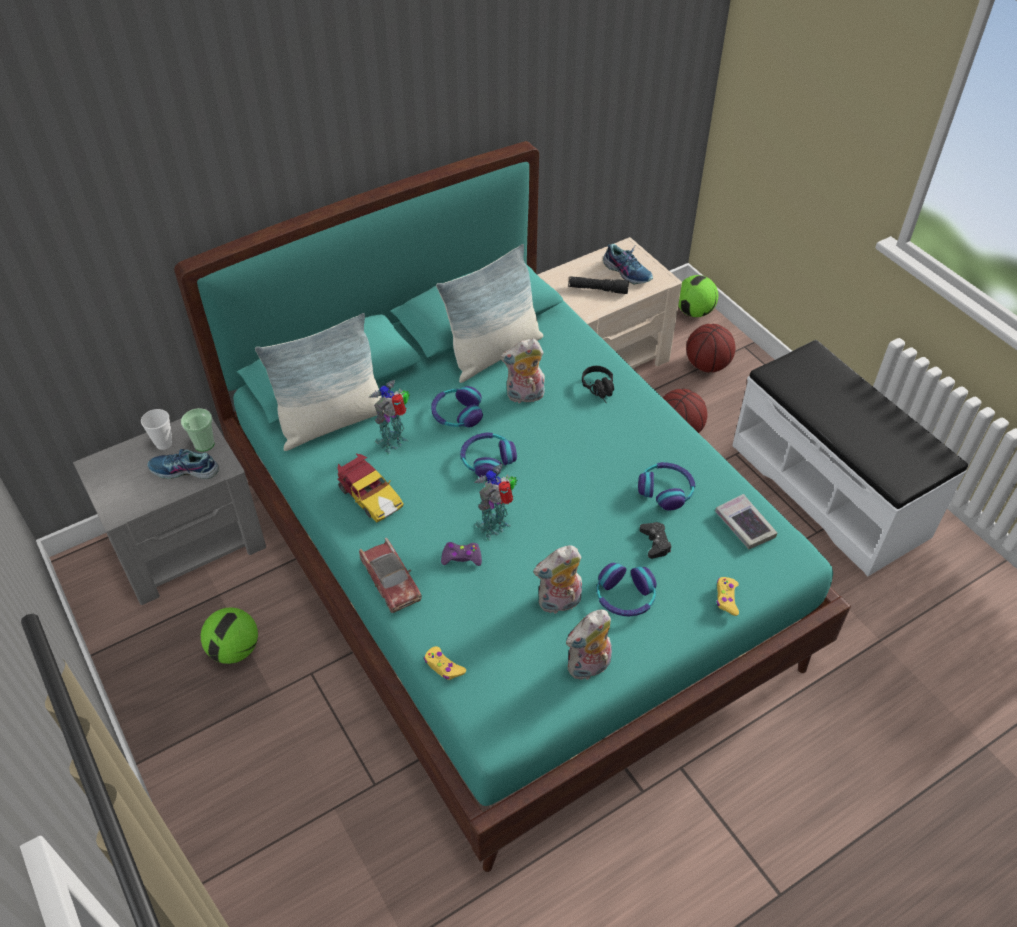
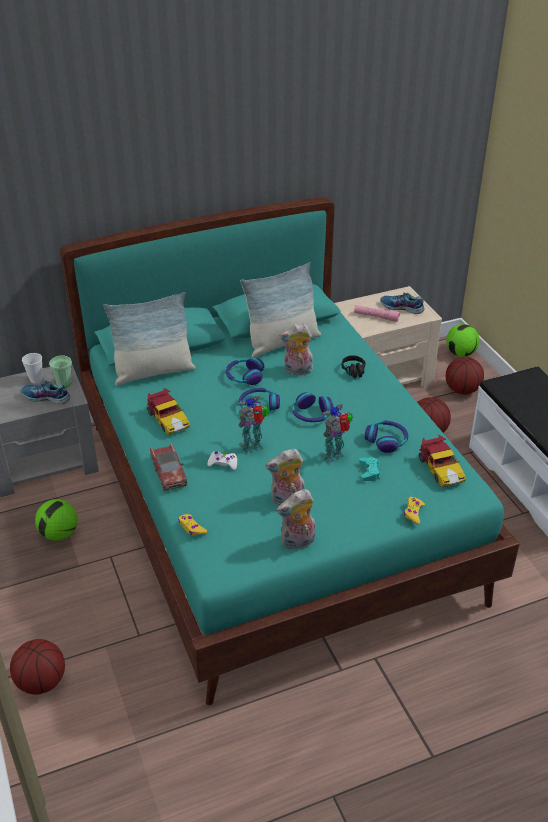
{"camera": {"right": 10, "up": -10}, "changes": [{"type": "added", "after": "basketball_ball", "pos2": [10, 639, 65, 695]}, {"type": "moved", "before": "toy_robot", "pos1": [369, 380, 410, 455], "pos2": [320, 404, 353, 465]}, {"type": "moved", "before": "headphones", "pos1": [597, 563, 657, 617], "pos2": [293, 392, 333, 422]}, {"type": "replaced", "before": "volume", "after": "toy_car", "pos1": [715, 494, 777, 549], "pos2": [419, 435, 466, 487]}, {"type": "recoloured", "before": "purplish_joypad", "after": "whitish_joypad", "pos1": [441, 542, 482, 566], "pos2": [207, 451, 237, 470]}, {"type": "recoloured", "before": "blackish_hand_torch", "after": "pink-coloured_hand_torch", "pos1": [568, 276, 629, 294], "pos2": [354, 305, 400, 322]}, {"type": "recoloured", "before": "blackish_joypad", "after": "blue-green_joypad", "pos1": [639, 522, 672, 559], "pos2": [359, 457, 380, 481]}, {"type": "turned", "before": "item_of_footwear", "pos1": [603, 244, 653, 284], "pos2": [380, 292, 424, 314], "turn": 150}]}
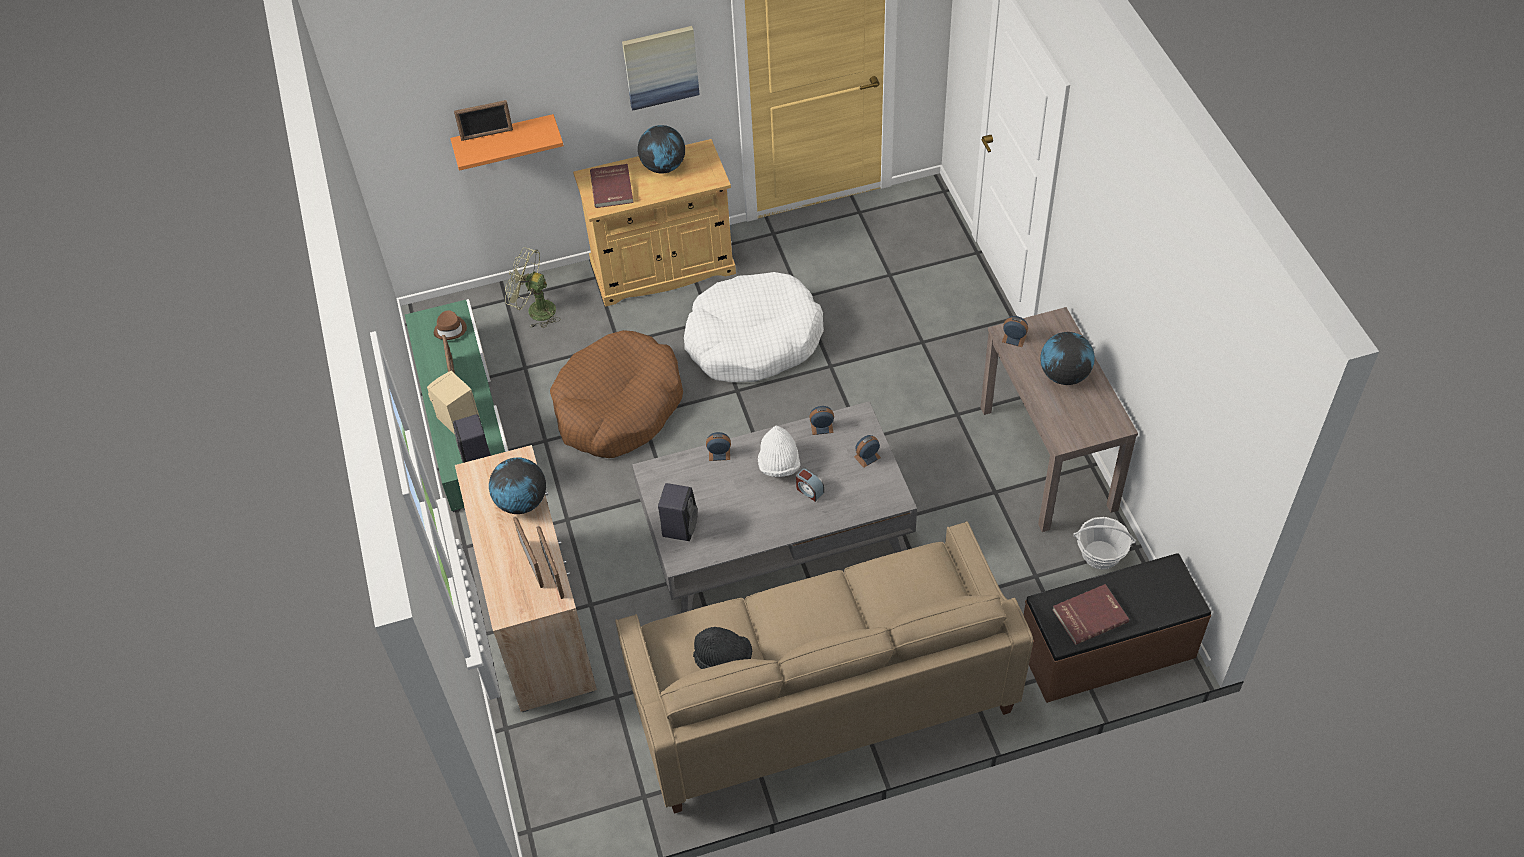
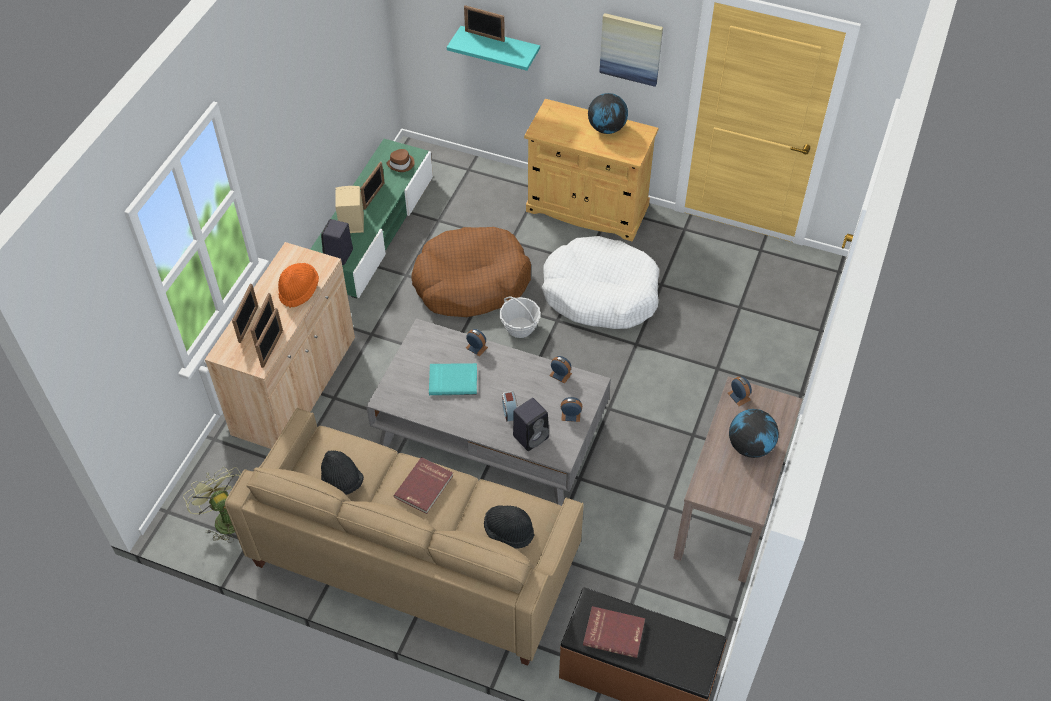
{"camera": {"right": 35, "up": 0}, "changes": [{"type": "removed", "before": "whitish_clothing_hat", "pos1": [758, 426, 801, 477]}, {"type": "added", "after": "picture_frame", "pos2": [232, 284, 258, 343]}, {"type": "added", "after": "blue-green_volume", "pos2": [429, 363, 477, 395]}, {"type": "added", "after": "blackish_clothing_hat", "pos2": [484, 505, 535, 548]}, {"type": "moved", "before": "green_electric_fan", "pos1": [505, 248, 561, 328], "pos2": [183, 467, 241, 543]}, {"type": "moved", "before": "reddish_volume", "pos1": [590, 164, 633, 208], "pos2": [394, 457, 453, 514]}, {"type": "moved", "before": "blackish_speaker", "pos1": [658, 483, 698, 541], "pos2": [513, 398, 549, 451]}, {"type": "moved", "before": "household_basket", "pos1": [1073, 517, 1136, 570], "pos2": [500, 296, 541, 338]}, {"type": "replaced", "before": "desk_globe", "after": "orangey_clothing_hat", "pos1": [489, 457, 546, 514], "pos2": [278, 263, 319, 308]}, {"type": "recoloured", "before": "orangey_wall_shelf", "after": "blue-green_wall_shelf", "pos1": [450, 114, 564, 171], "pos2": [447, 26, 540, 71]}]}
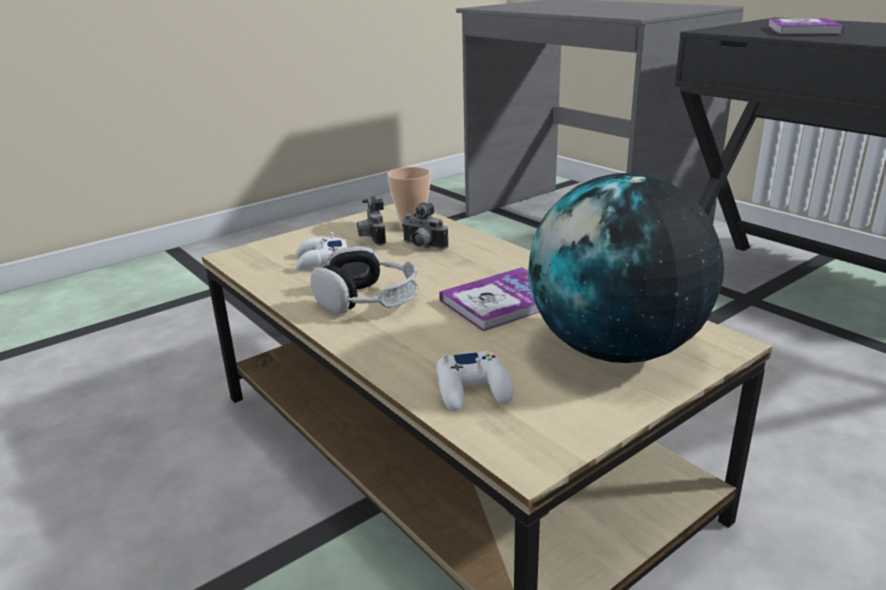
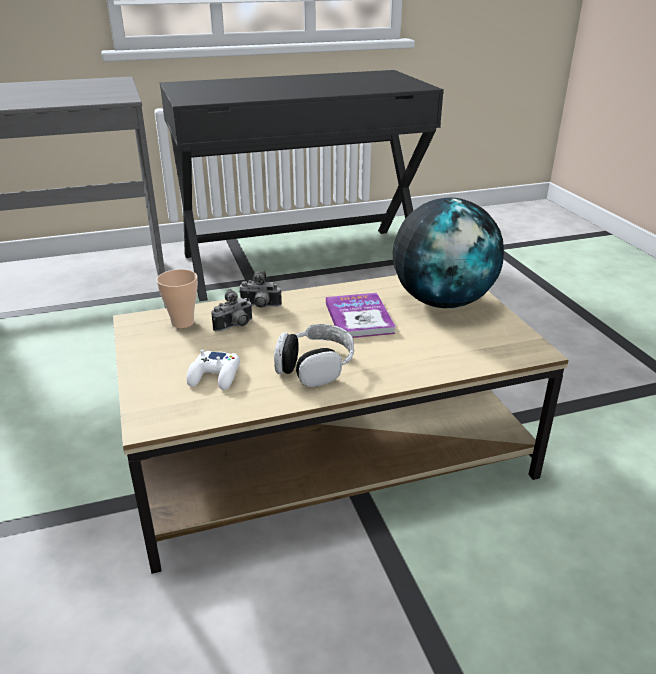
{"camera": {"right": -70, "up": 5}, "changes": [{"type": "removed", "before": "whitish_joypad", "pos1": [436, 351, 513, 411]}, {"type": "removed", "before": "volume", "pos1": [767, 18, 844, 34]}, {"type": "moved", "before": "still_camera", "pos1": [357, 196, 386, 246], "pos2": [239, 271, 282, 308]}]}
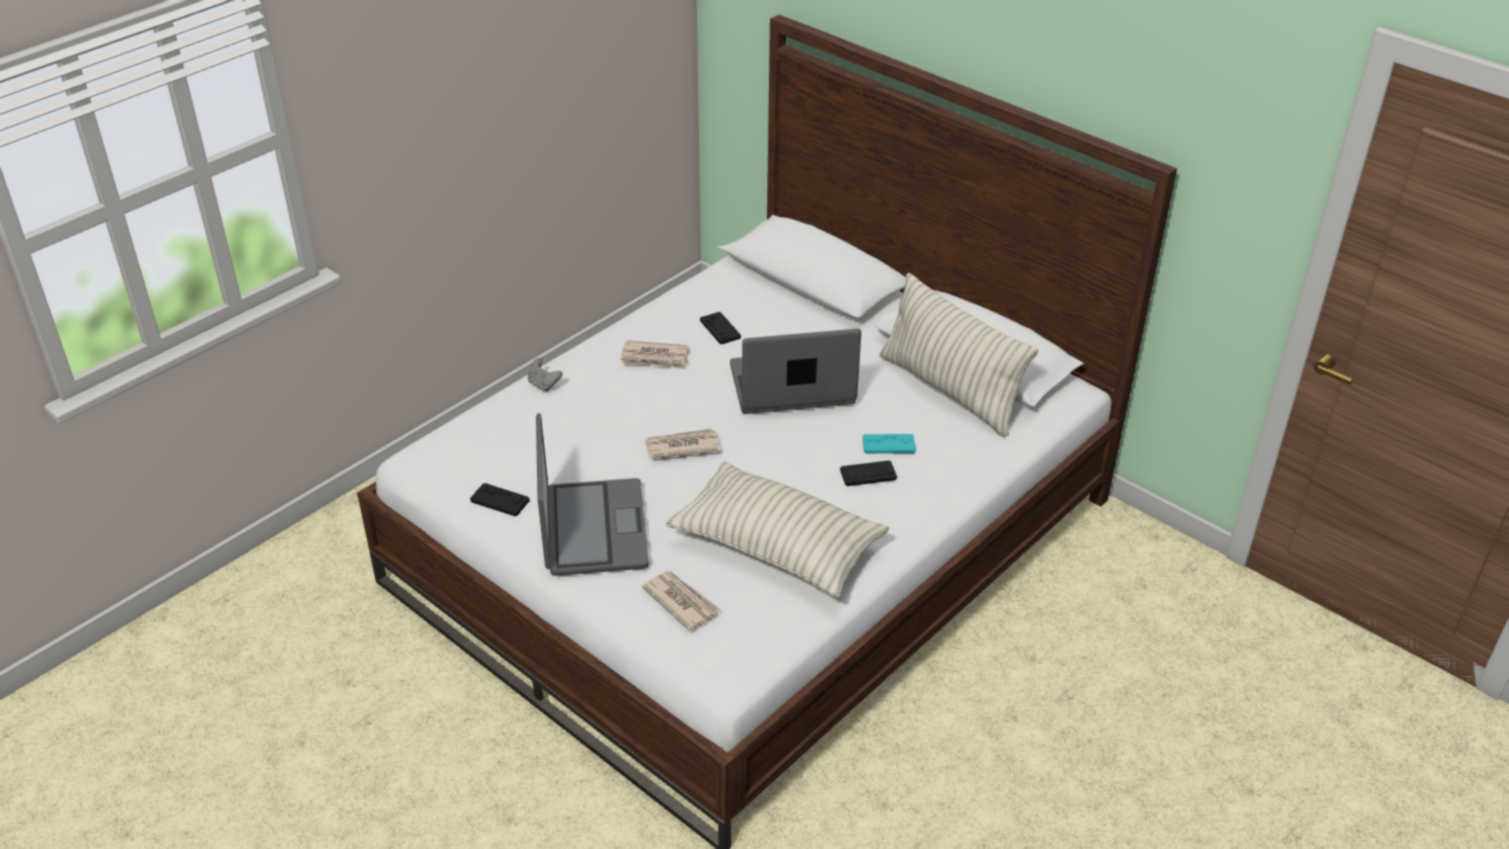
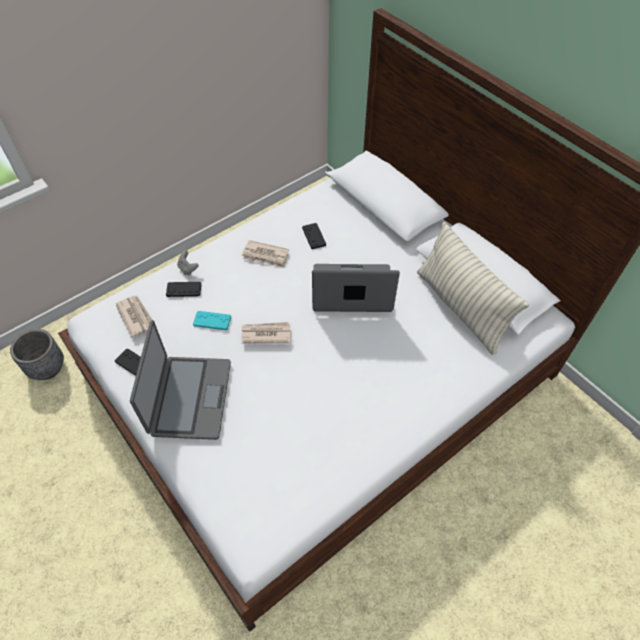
{"camera": {"right": 10, "up": 15}, "changes": [{"type": "removed", "before": "throw_pillow", "pos1": [666, 461, 889, 598]}, {"type": "added", "after": "grey_plant_pot", "pos2": [10, 329, 64, 380]}, {"type": "moved", "before": "printed_paper", "pos1": [642, 571, 721, 631], "pos2": [115, 296, 156, 337]}, {"type": "moved", "before": "blackish_joypad", "pos1": [840, 460, 897, 486], "pos2": [166, 282, 201, 297]}, {"type": "moved", "before": "blue-green_joypad", "pos1": [863, 434, 916, 454], "pos2": [193, 311, 231, 330]}]}
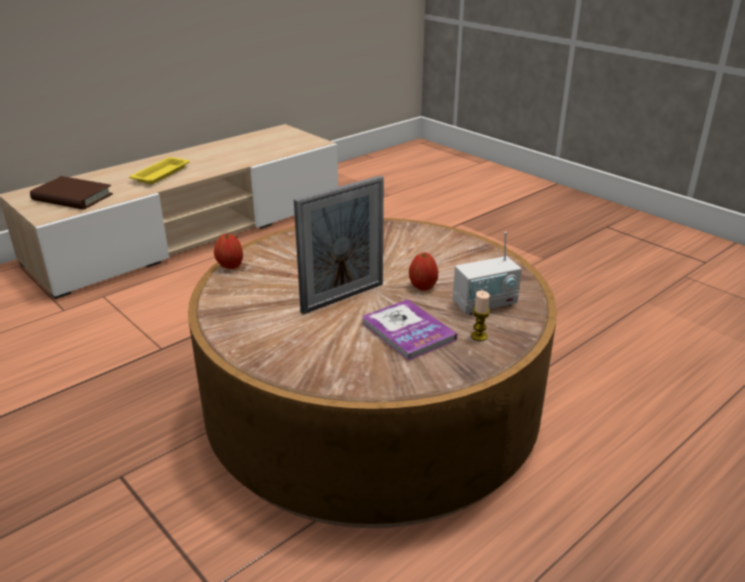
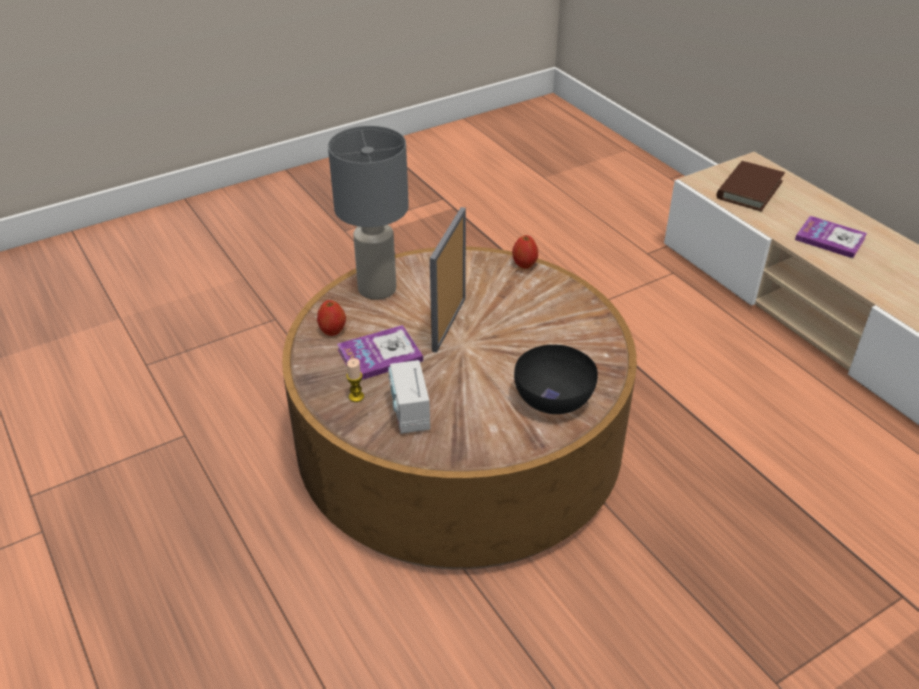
{"camera": {"right": 100, "up": 10}, "changes": [{"type": "added", "after": "grey_table_lamp", "pos2": [328, 126, 409, 300]}, {"type": "added", "after": "blackish_deep_dish", "pos2": [514, 345, 598, 414]}, {"type": "moved", "before": "apple", "pos1": [409, 252, 438, 291], "pos2": [317, 300, 346, 336]}, {"type": "replaced", "before": "yellow-coloured_serving_tray", "after": "volume", "pos1": [129, 157, 190, 184], "pos2": [795, 216, 867, 258]}, {"type": "turned", "before": "picture_frame", "pos1": [294, 175, 384, 314], "pos2": [430, 207, 466, 353], "turn": 45}]}
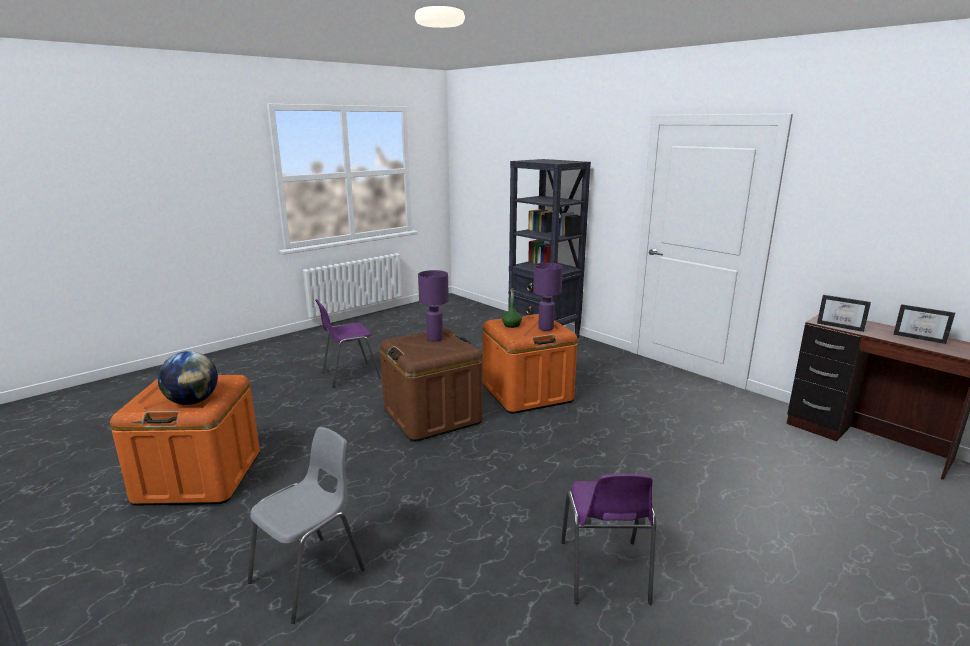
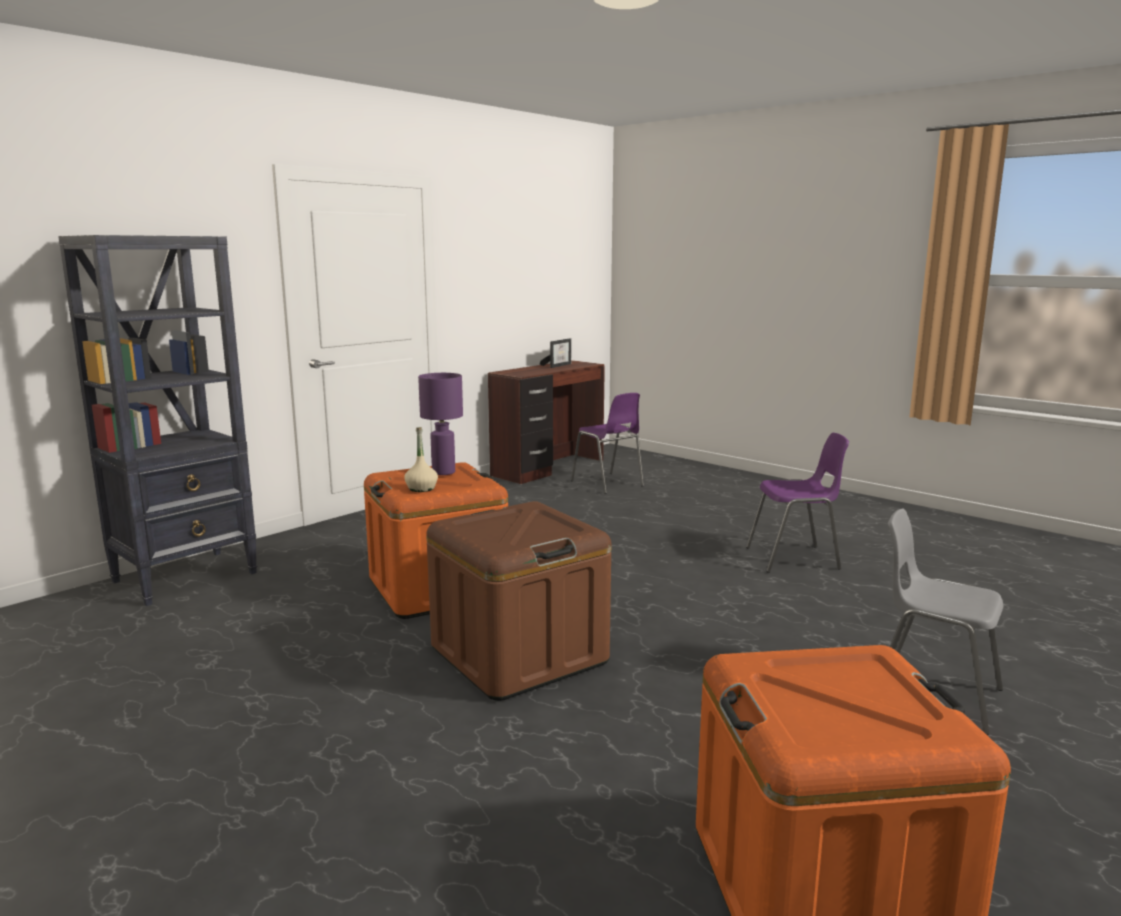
{"camera": {"right": -95, "up": -5}, "changes": [{"type": "removed", "before": "desk_globe", "pos1": [158, 351, 218, 405]}, {"type": "removed", "before": "purplish_table_lamp", "pos1": [418, 270, 449, 341]}, {"type": "removed", "before": "picture_frame", "pos1": [817, 295, 871, 332]}, {"type": "moved", "before": "purplish_chair", "pos1": [315, 299, 381, 387], "pos2": [571, 393, 644, 494]}, {"type": "recoloured", "before": "green_drink_bottle", "after": "sand-coloured_drink_bottle", "pos1": [502, 288, 522, 328], "pos2": [404, 427, 438, 492]}]}
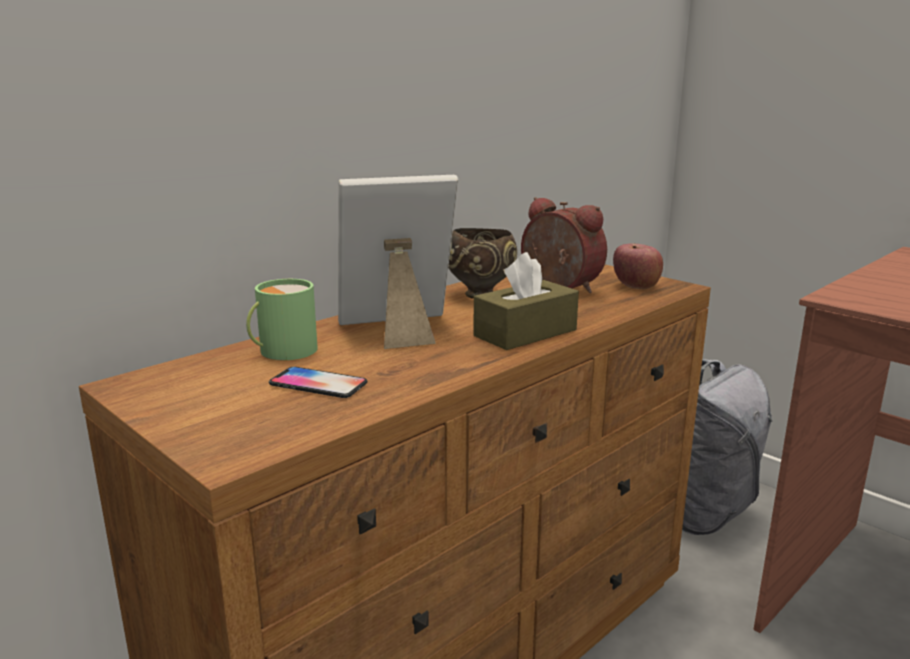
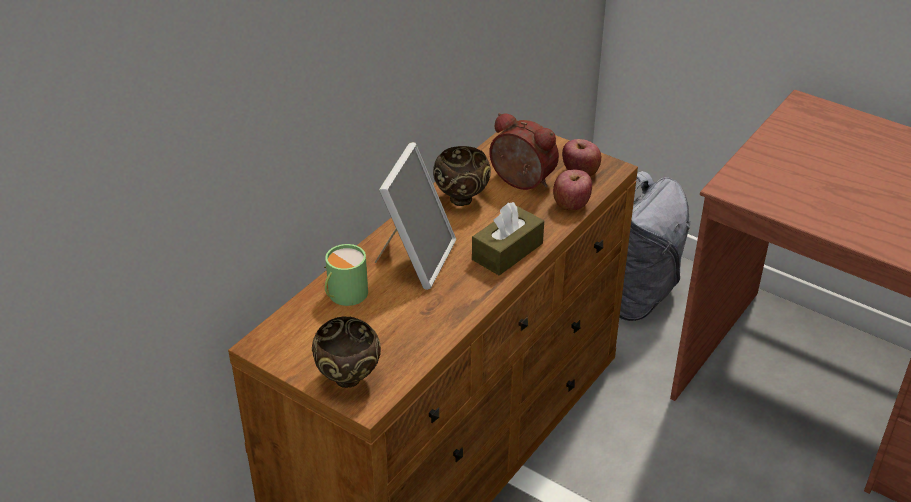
{"camera": {"right": -10, "up": 20}, "changes": [{"type": "removed", "before": "telephone", "pos1": [269, 367, 367, 398]}, {"type": "added", "after": "brownish_deep_dish", "pos2": [312, 317, 381, 388]}, {"type": "added", "after": "apple", "pos2": [553, 170, 592, 211]}, {"type": "turned", "before": "picture_frame", "pos1": [338, 175, 458, 349], "pos2": [375, 142, 456, 290], "turn": 135}]}
